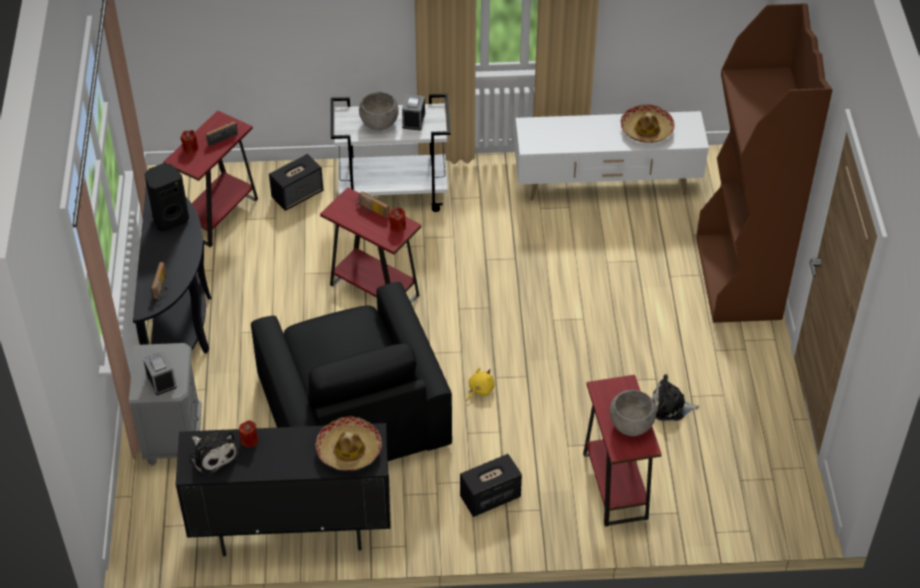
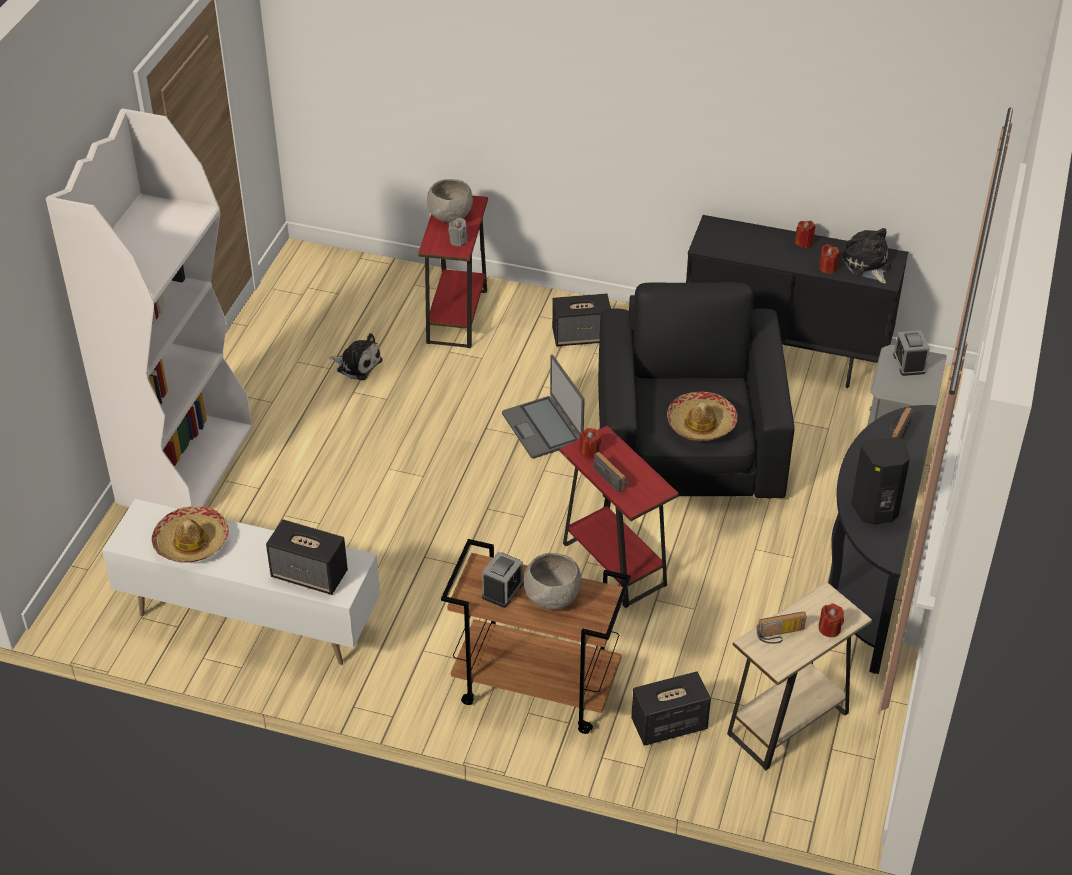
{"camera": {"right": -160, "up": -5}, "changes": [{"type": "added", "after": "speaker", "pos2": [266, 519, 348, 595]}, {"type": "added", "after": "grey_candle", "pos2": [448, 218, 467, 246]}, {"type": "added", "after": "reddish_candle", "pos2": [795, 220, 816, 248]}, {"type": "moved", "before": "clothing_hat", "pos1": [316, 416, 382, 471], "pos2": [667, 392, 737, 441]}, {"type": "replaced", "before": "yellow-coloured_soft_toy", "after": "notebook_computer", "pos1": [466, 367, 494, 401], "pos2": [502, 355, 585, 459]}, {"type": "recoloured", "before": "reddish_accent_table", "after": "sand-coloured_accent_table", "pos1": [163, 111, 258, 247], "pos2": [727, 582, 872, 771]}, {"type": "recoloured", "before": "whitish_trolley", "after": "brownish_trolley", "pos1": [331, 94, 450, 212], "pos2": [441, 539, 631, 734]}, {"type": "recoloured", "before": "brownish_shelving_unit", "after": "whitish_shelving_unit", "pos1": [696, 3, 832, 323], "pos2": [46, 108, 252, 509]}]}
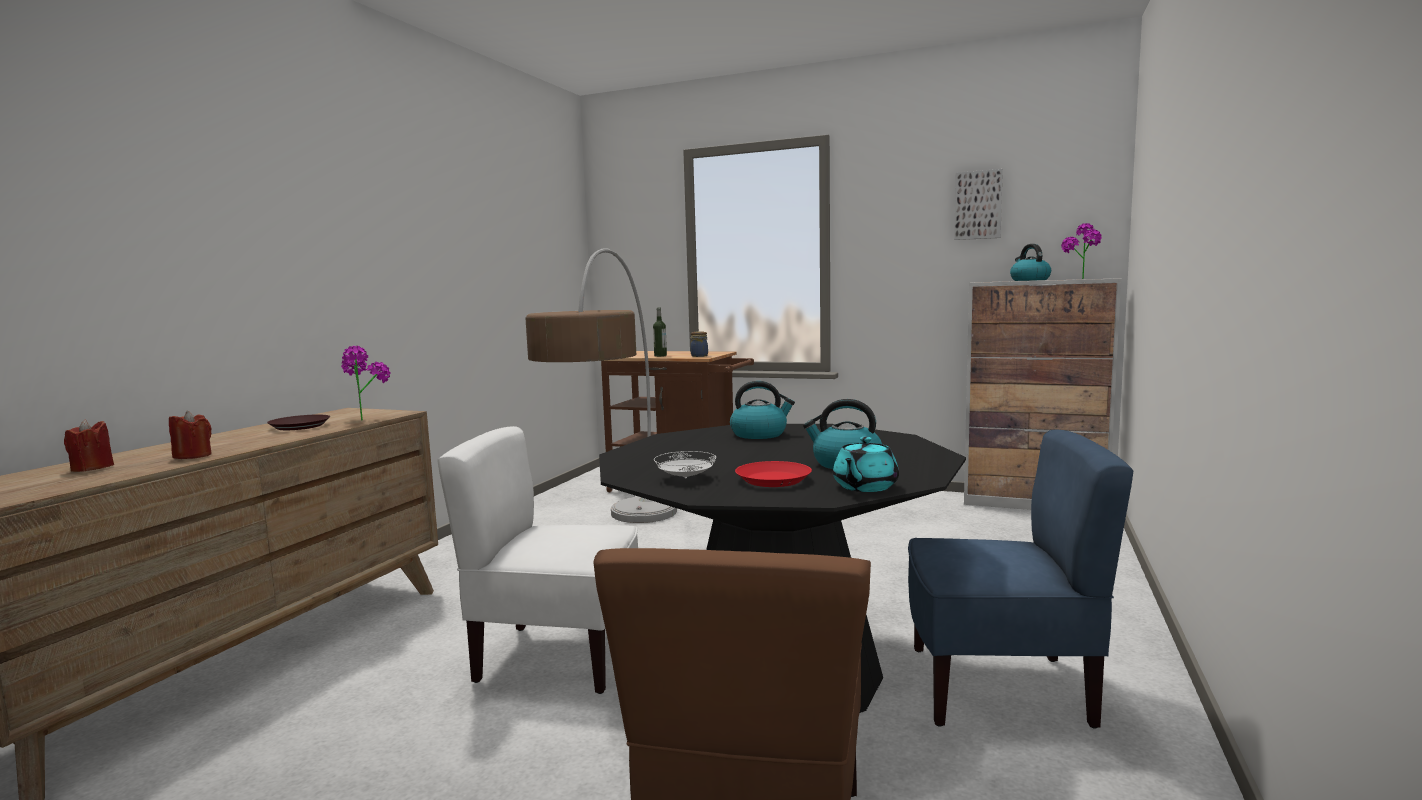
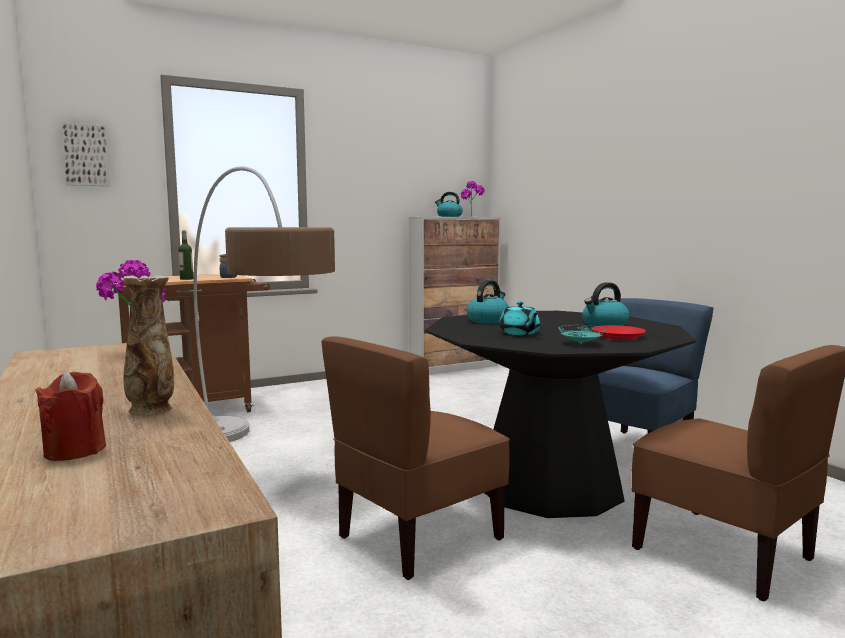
{"camera": {"right": -50, "up": 0}, "changes": [{"type": "removed", "before": "brownish_flat_dish", "pos1": [267, 415, 330, 430]}, {"type": "moved", "before": "blue-green_teapot", "pos1": [833, 437, 899, 492], "pos2": [499, 302, 540, 335]}, {"type": "moved", "before": "picture", "pos1": [954, 169, 1003, 240], "pos2": [60, 122, 110, 186]}, {"type": "replaced", "before": "reddish_candle", "after": "decorative_vase", "pos1": [169, 411, 212, 459], "pos2": [121, 275, 174, 416]}, {"type": "recoloured", "before": "whitish_chair", "after": "brownish_chair", "pos1": [437, 426, 638, 694], "pos2": [321, 336, 510, 580]}, {"type": "recoloured", "before": "whitish_flat_dish", "after": "blue-green_flat_dish", "pos1": [654, 451, 716, 479], "pos2": [558, 325, 606, 344]}]}
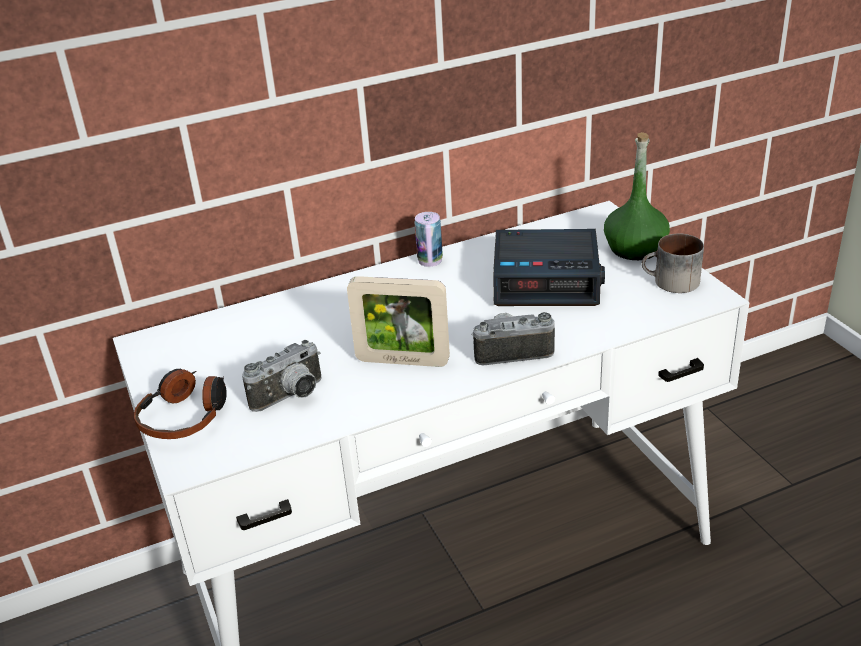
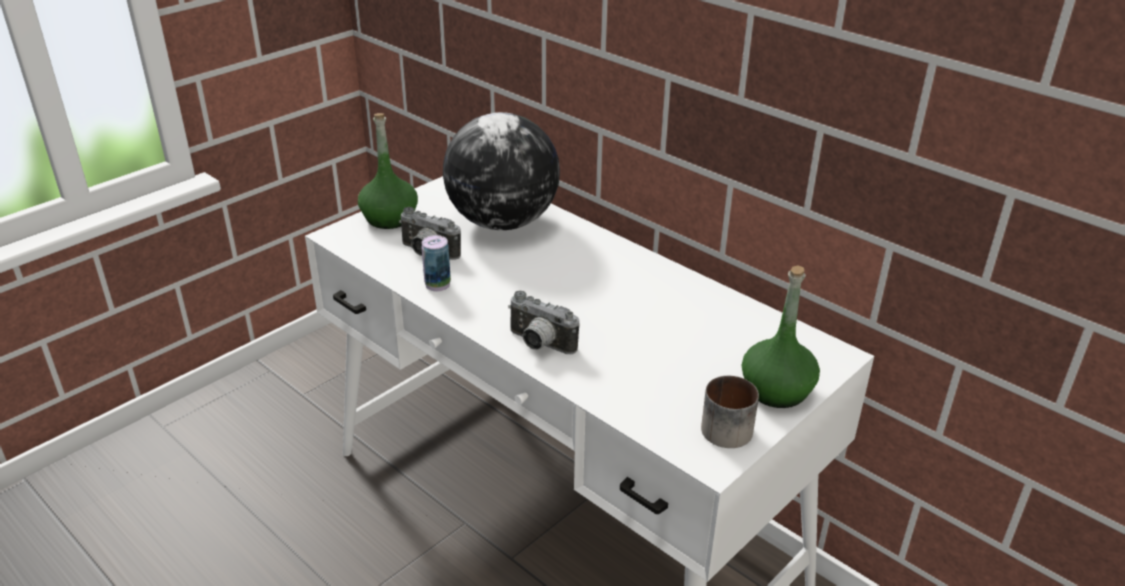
{"camera": {"right": 65, "up": 0}, "changes": [{"type": "removed", "before": "picture_frame", "pos1": [347, 276, 450, 367]}, {"type": "removed", "before": "alarm_clock", "pos1": [493, 229, 605, 306]}, {"type": "added", "after": "desk_globe", "pos2": [443, 112, 560, 230]}, {"type": "moved", "before": "can", "pos1": [415, 212, 443, 267], "pos2": [421, 235, 451, 291]}, {"type": "replaced", "before": "headphones", "after": "green_drink_bottle", "pos1": [134, 369, 227, 439], "pos2": [358, 113, 418, 229]}, {"type": "turned", "before": "still_camera", "pos1": [471, 312, 555, 365], "pos2": [508, 291, 580, 354], "turn": 150}]}
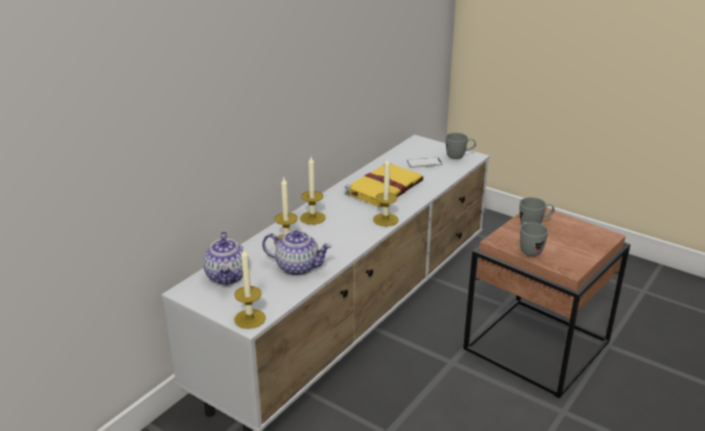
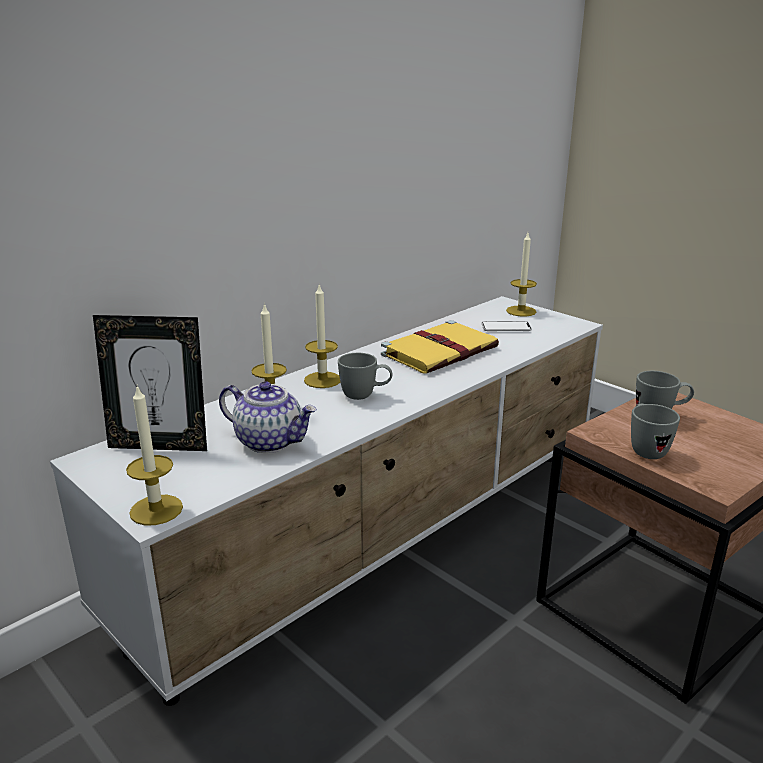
{"camera": {"right": 10, "up": -5}, "changes": [{"type": "moved", "before": "candle", "pos1": [373, 157, 399, 227], "pos2": [506, 233, 537, 316]}, {"type": "moved", "before": "grey_tea_mug", "pos1": [446, 133, 476, 159], "pos2": [338, 353, 392, 400]}, {"type": "replaced", "before": "teapot", "after": "picture_frame", "pos1": [203, 232, 244, 285], "pos2": [93, 315, 207, 451]}]}
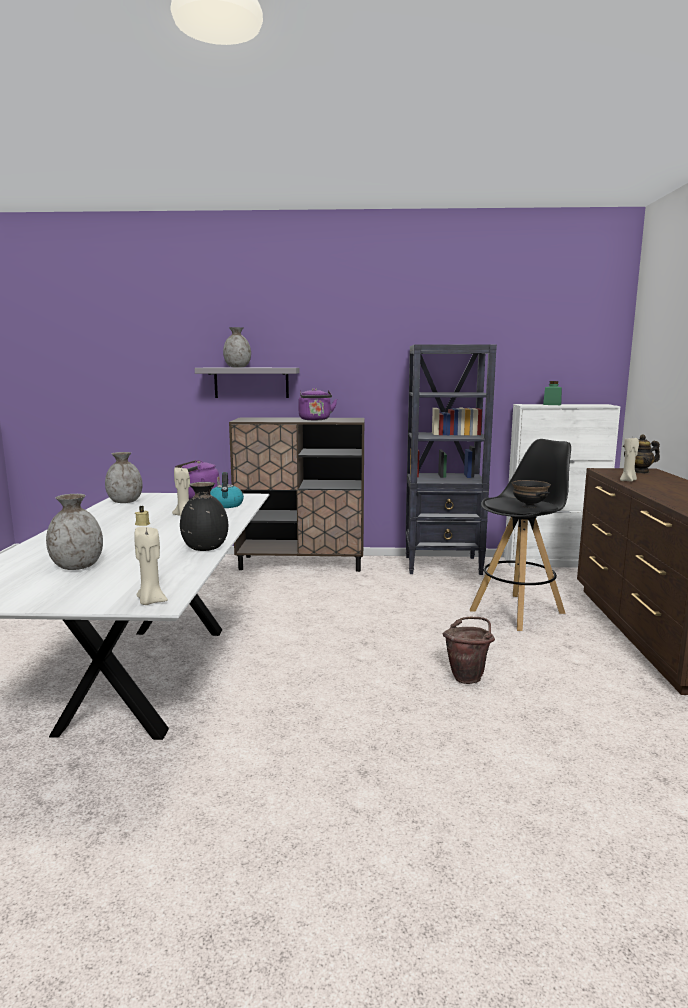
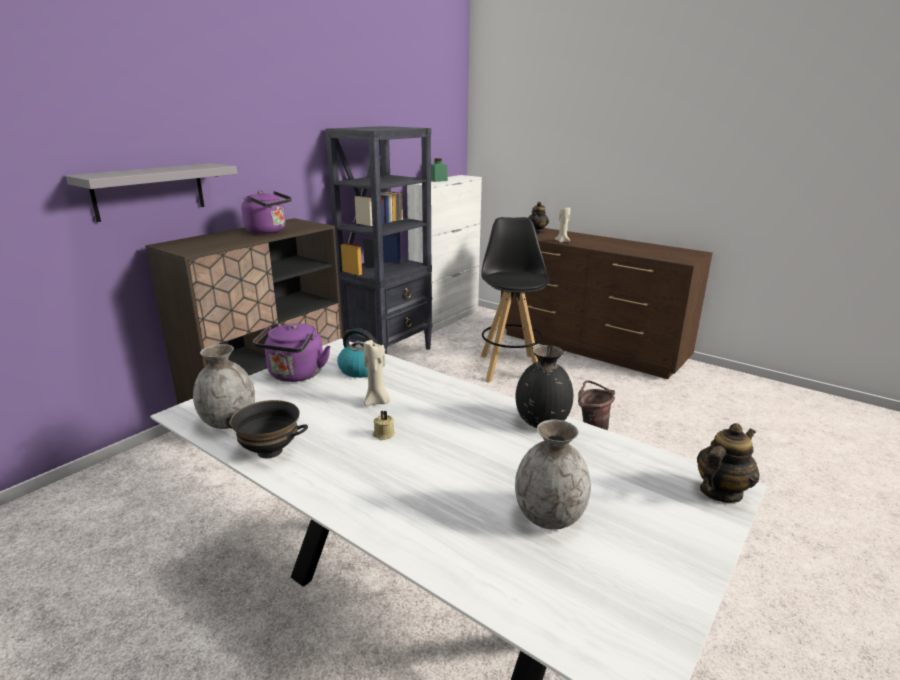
{"camera": {"right": -55, "up": 10}, "changes": [{"type": "removed", "before": "grey_decorative_vase", "pos1": [223, 327, 251, 367]}, {"type": "moved", "before": "blackish_deep_dish", "pos1": [512, 480, 551, 508], "pos2": [225, 400, 308, 458]}, {"type": "replaced", "before": "sand-coloured_candle", "after": "teapot", "pos1": [134, 527, 168, 605], "pos2": [697, 423, 760, 503]}]}
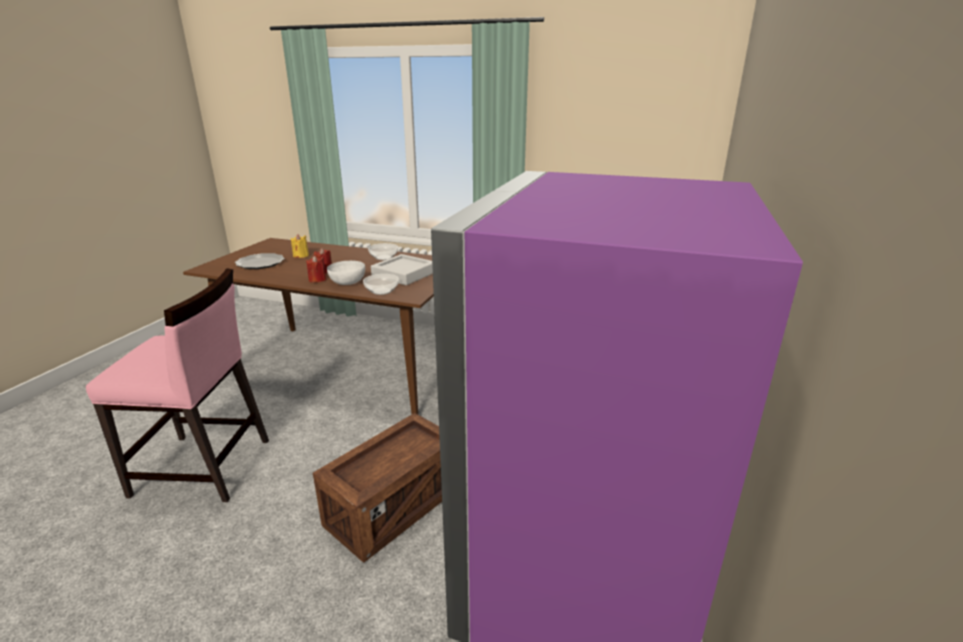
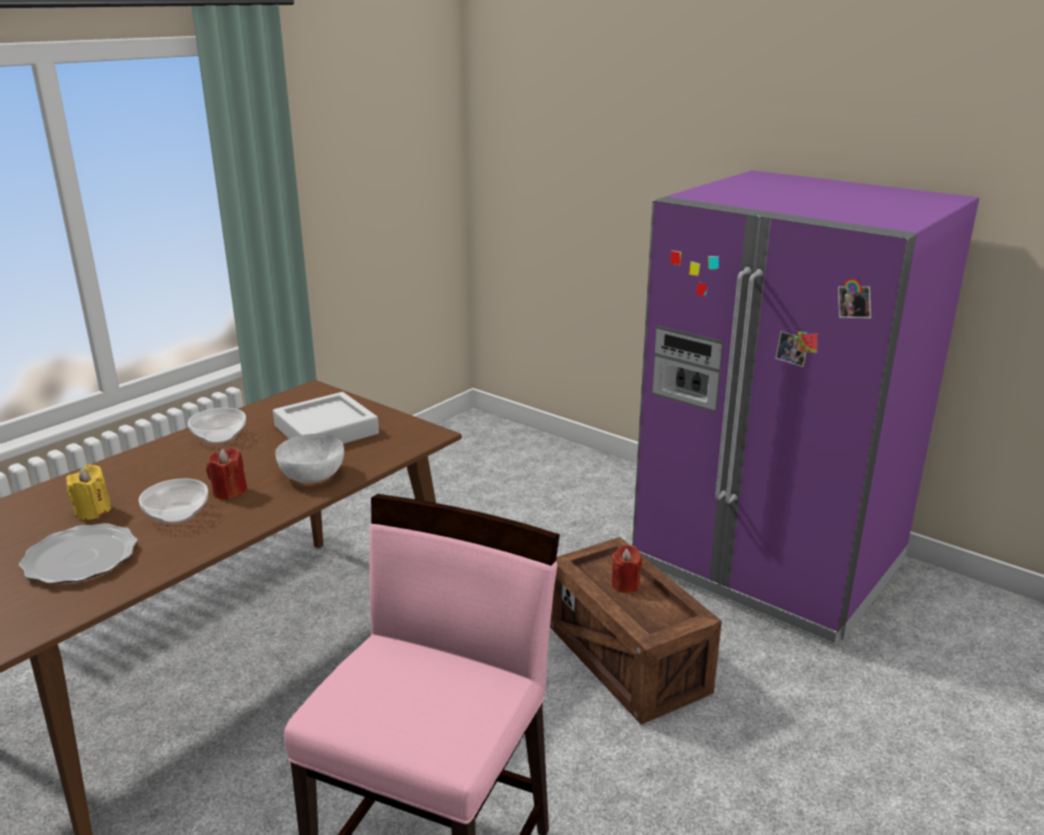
{"camera": {"right": -70, "up": 0}, "changes": [{"type": "moved", "before": "reddish_candle", "pos1": [306, 256, 327, 282], "pos2": [611, 545, 642, 593]}, {"type": "moved", "before": "deep_dish", "pos1": [363, 274, 399, 295], "pos2": [139, 478, 208, 524]}]}
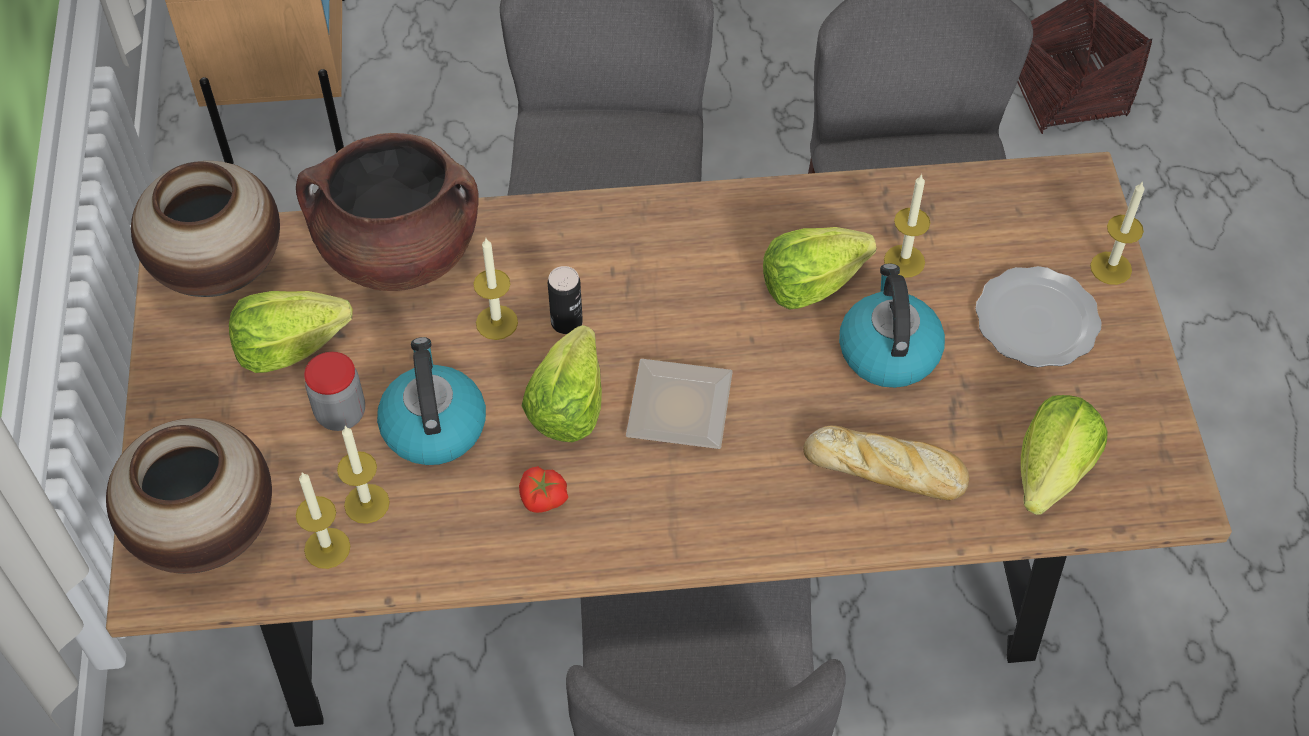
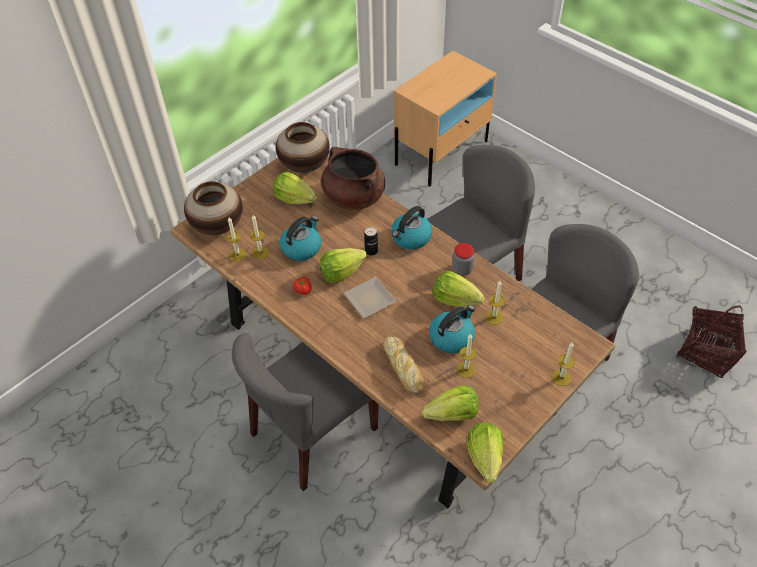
{"camera": {"right": 50, "up": -5}, "changes": [{"type": "removed", "before": "flat_dish", "pos1": [975, 266, 1102, 367]}, {"type": "added", "after": "water_kettle", "pos2": [391, 206, 432, 250]}, {"type": "added", "after": "lettuce_head", "pos2": [467, 422, 503, 483]}, {"type": "moved", "before": "preserve_jar", "pos1": [304, 352, 365, 431], "pos2": [452, 243, 475, 276]}, {"type": "moved", "before": "candle", "pos1": [473, 238, 518, 340], "pos2": [456, 333, 477, 378]}]}
